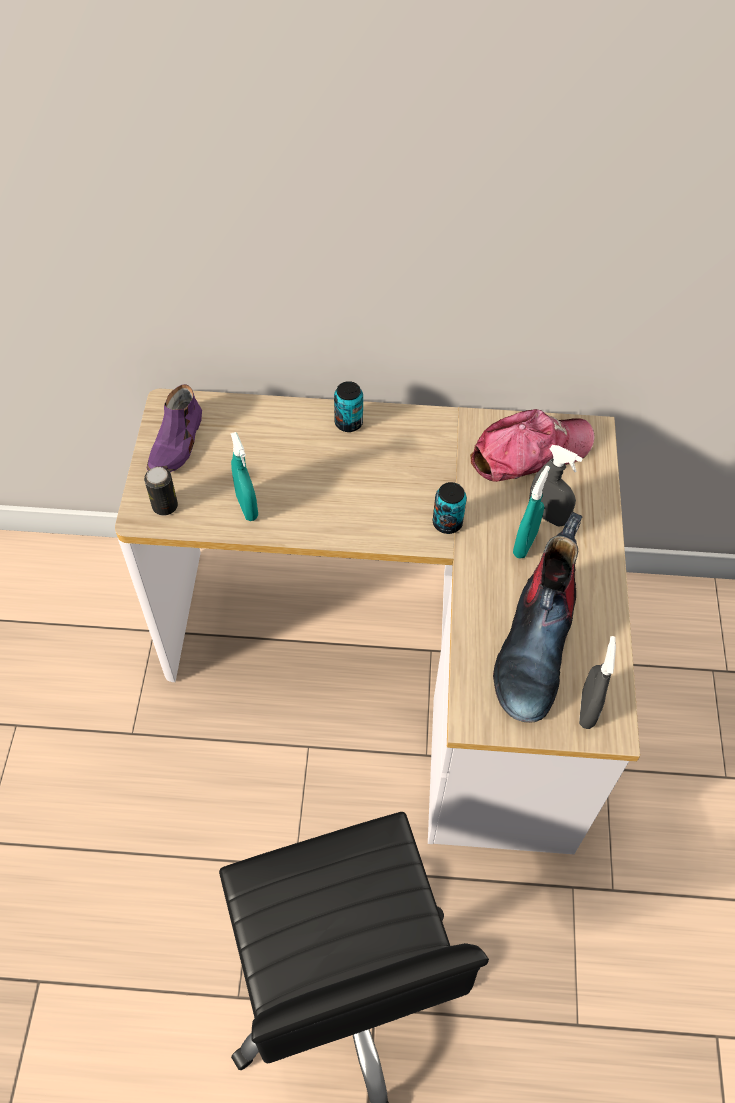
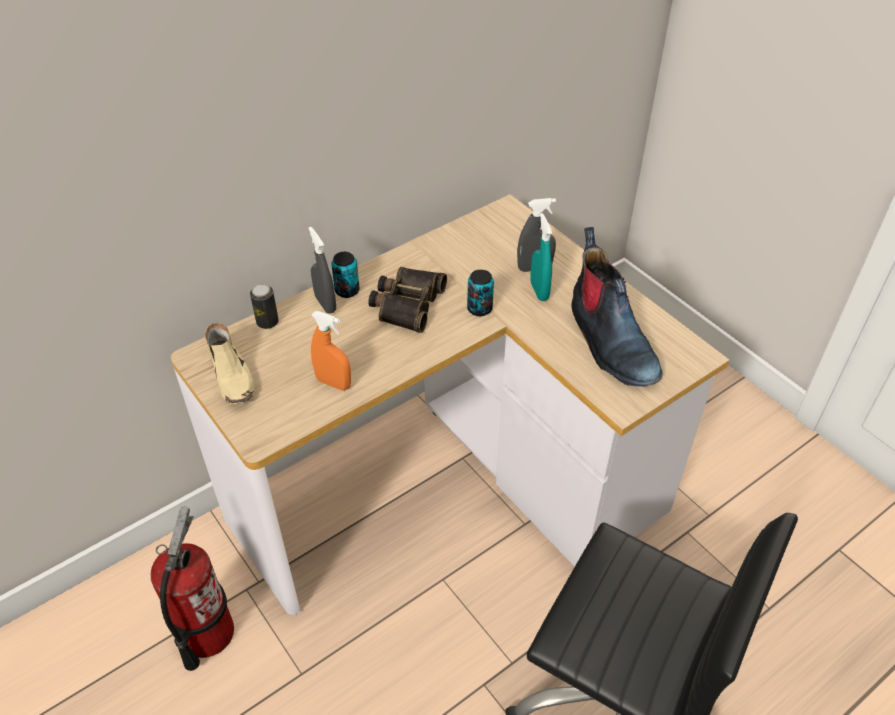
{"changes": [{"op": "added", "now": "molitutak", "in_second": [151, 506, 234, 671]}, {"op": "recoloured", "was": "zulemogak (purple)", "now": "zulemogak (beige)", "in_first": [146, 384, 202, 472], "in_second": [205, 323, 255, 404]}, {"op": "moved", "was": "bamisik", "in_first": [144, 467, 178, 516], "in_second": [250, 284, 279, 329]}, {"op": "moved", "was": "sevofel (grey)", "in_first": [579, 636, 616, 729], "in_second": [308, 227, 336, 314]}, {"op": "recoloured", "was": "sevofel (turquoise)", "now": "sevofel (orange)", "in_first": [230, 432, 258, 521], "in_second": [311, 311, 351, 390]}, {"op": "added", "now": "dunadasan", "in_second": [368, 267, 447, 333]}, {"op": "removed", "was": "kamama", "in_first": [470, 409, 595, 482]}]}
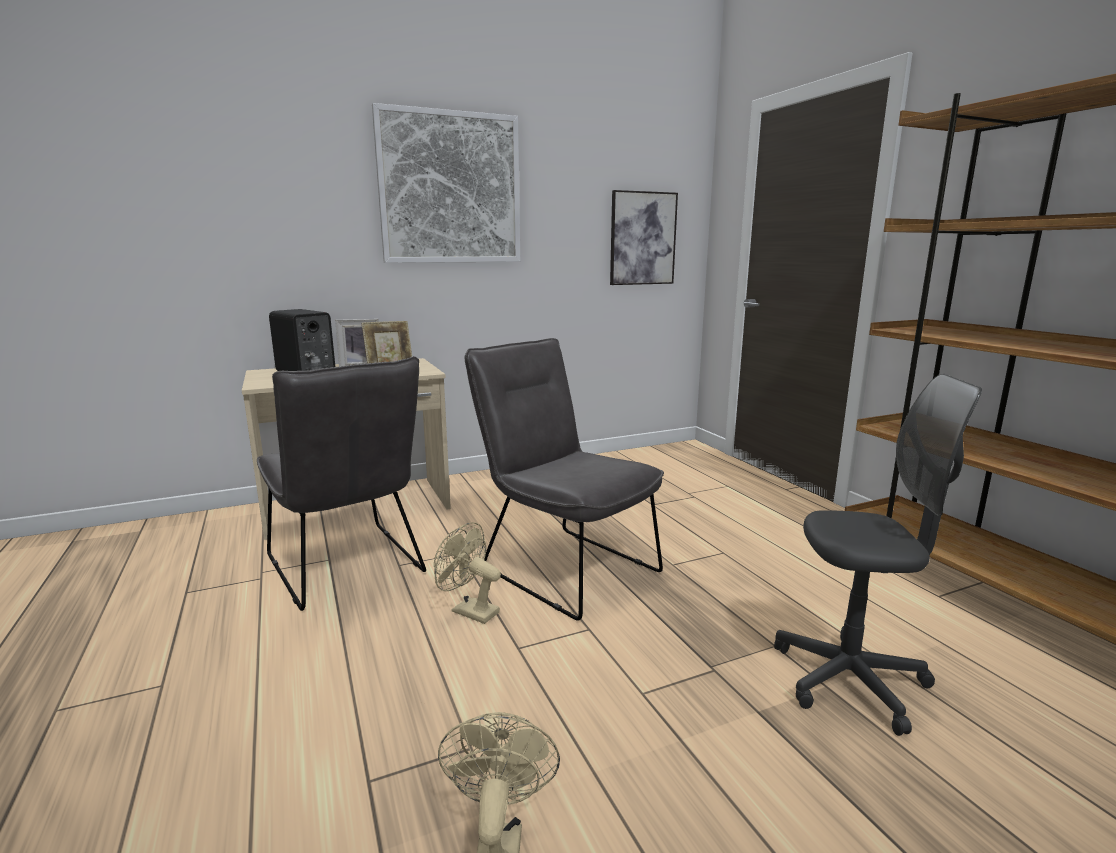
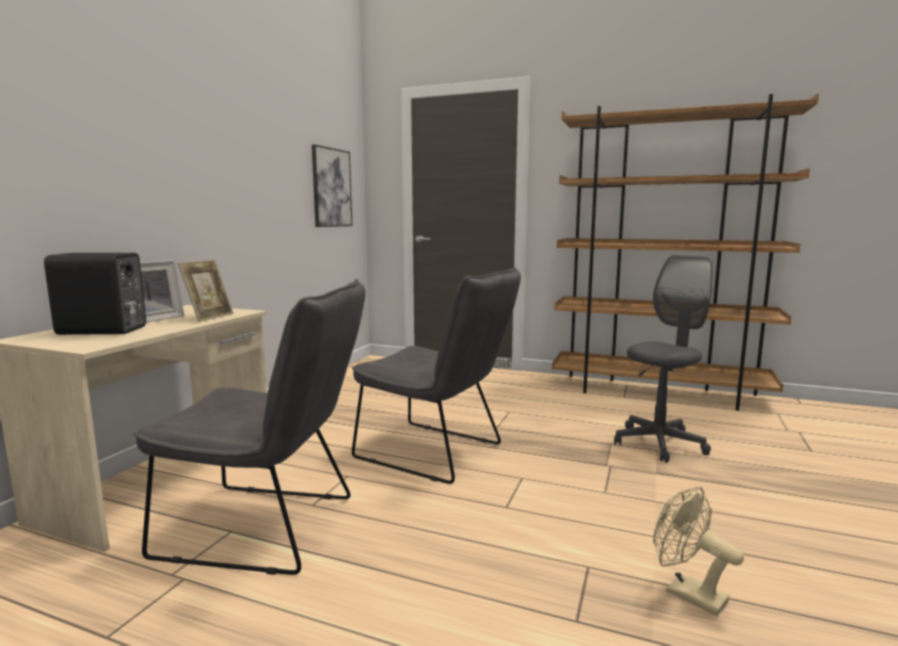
{"changes": [{"op": "turned", "was": "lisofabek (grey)", "in_first": [465, 338, 664, 621], "in_second": [352, 267, 521, 484], "clockwise": -150}, {"op": "removed", "was": "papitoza", "in_first": [372, 103, 520, 263]}, {"op": "removed", "was": "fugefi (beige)", "in_first": [434, 522, 501, 624]}]}
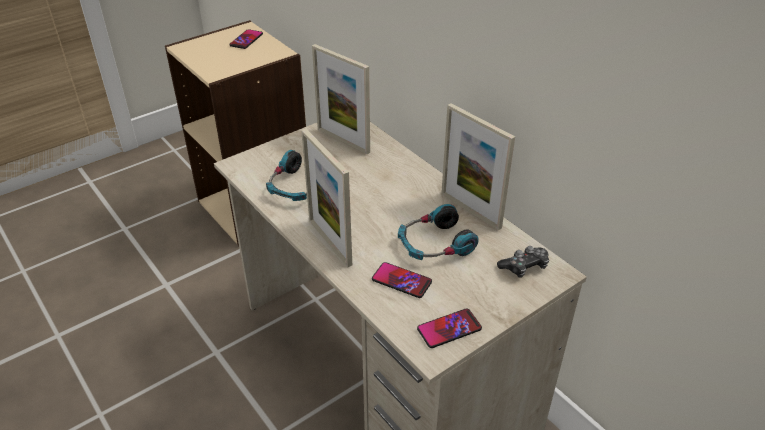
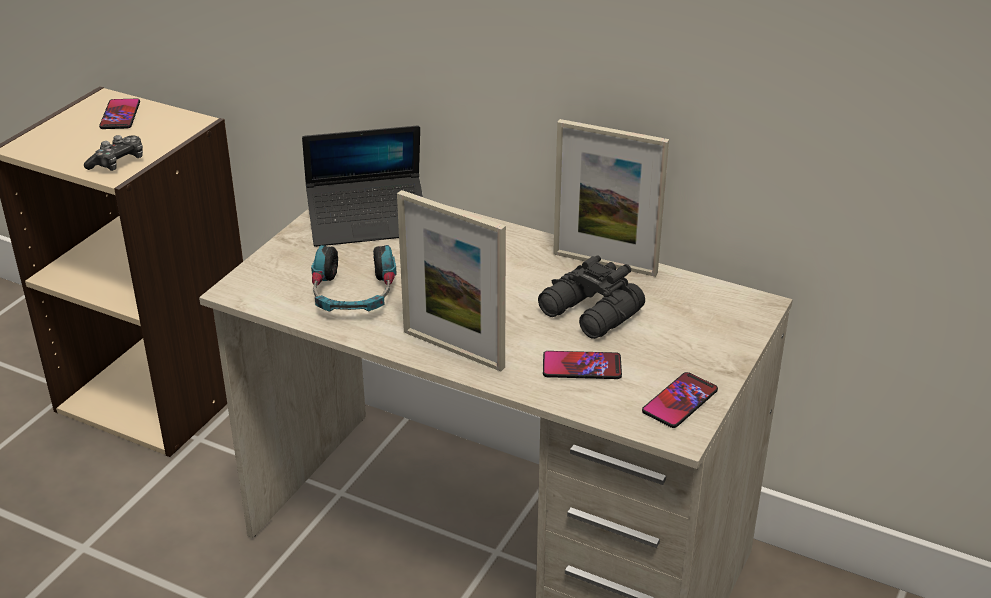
{"changes": [{"op": "moved", "was": "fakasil", "in_first": [497, 246, 549, 278], "in_second": [84, 135, 143, 171]}, {"op": "replaced", "was": "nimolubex", "now": "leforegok", "in_first": [312, 44, 370, 154], "in_second": [302, 125, 423, 247]}, {"op": "replaced", "was": "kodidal", "now": "dunadasan (black)", "in_first": [398, 204, 479, 260], "in_second": [538, 255, 645, 339]}]}
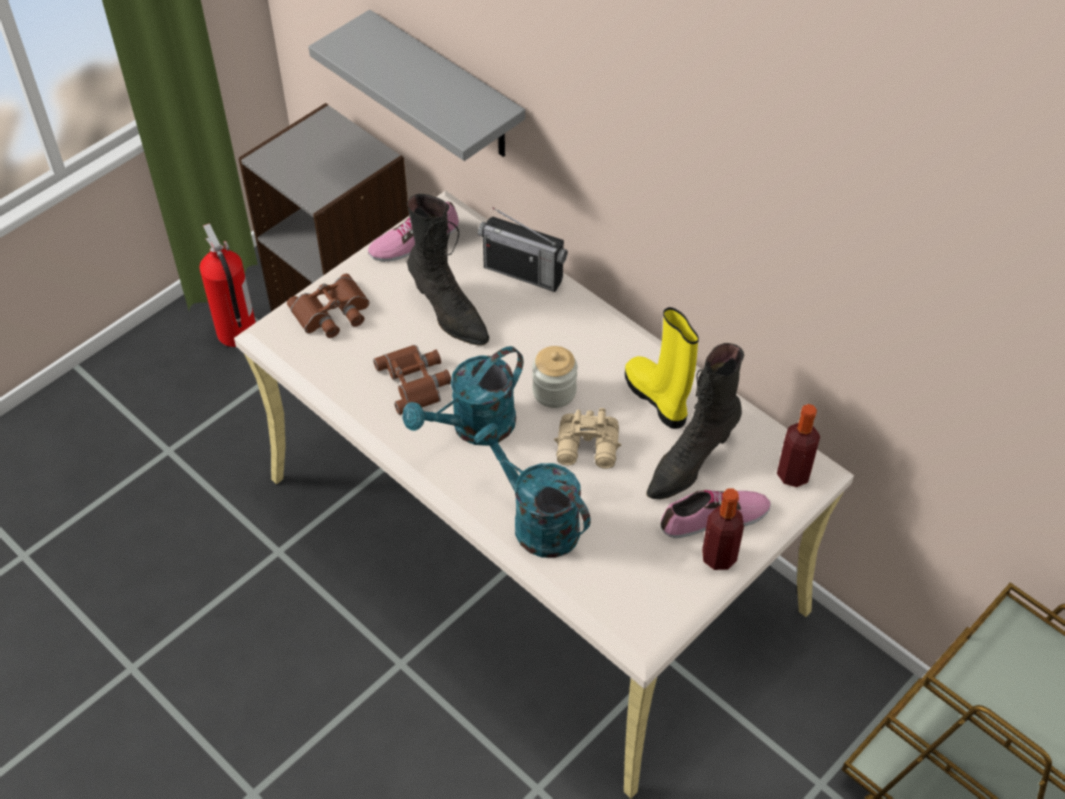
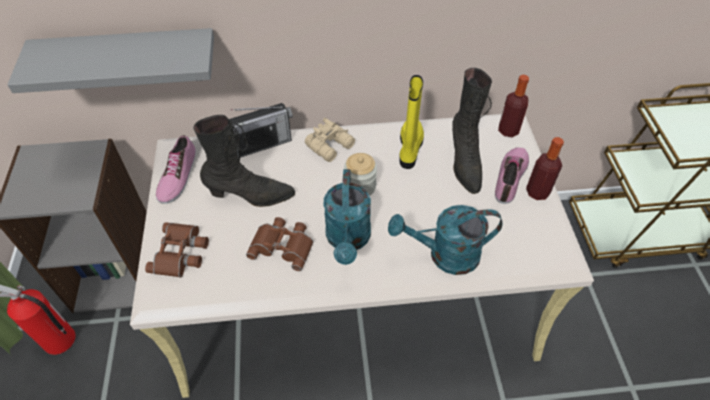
{"changes": [{"op": "moved", "was": "dunadasan (beige)", "in_first": [554, 408, 621, 469], "in_second": [305, 118, 355, 162]}, {"op": "turned", "was": "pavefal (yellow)", "in_first": [625, 307, 699, 429], "in_second": [400, 75, 424, 169], "clockwise": 90}]}
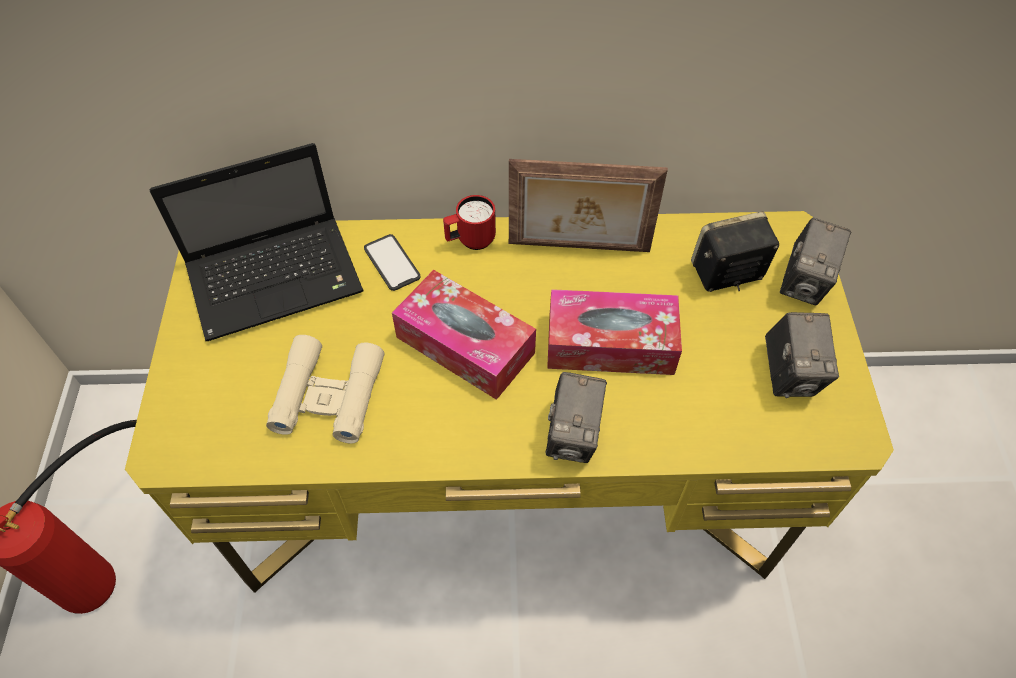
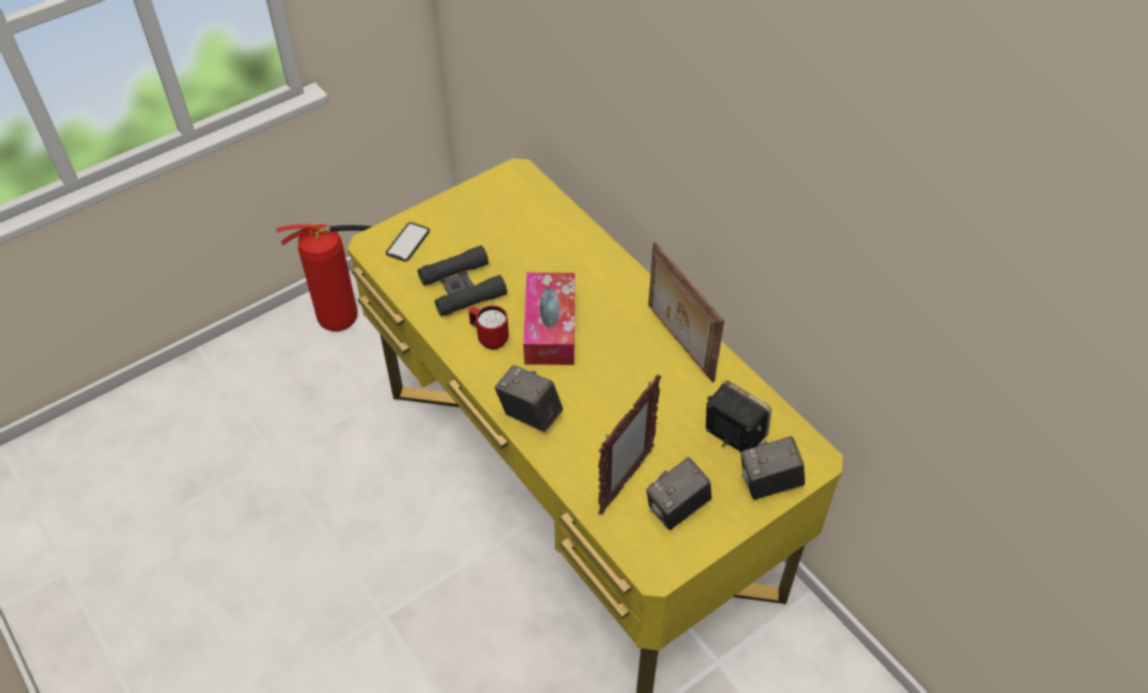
{"changes": [{"op": "moved", "was": "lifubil", "in_first": [364, 234, 420, 291], "in_second": [386, 222, 430, 262]}, {"op": "recoloured", "was": "dunadasan (beige)", "now": "dunadasan (black)", "in_first": [266, 335, 385, 444], "in_second": [418, 245, 507, 317]}, {"op": "moved", "was": "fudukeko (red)", "in_first": [443, 195, 496, 250], "in_second": [469, 305, 509, 349]}, {"op": "turned", "was": "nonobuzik", "in_first": [545, 372, 607, 463], "in_second": [495, 365, 563, 432], "clockwise": 60}, {"op": "added", "now": "nimolubex", "in_second": [598, 375, 661, 515]}, {"op": "removed", "was": "leforegok", "in_first": [150, 143, 364, 341]}, {"op": "removed", "was": "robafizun", "in_first": [547, 289, 682, 375]}]}
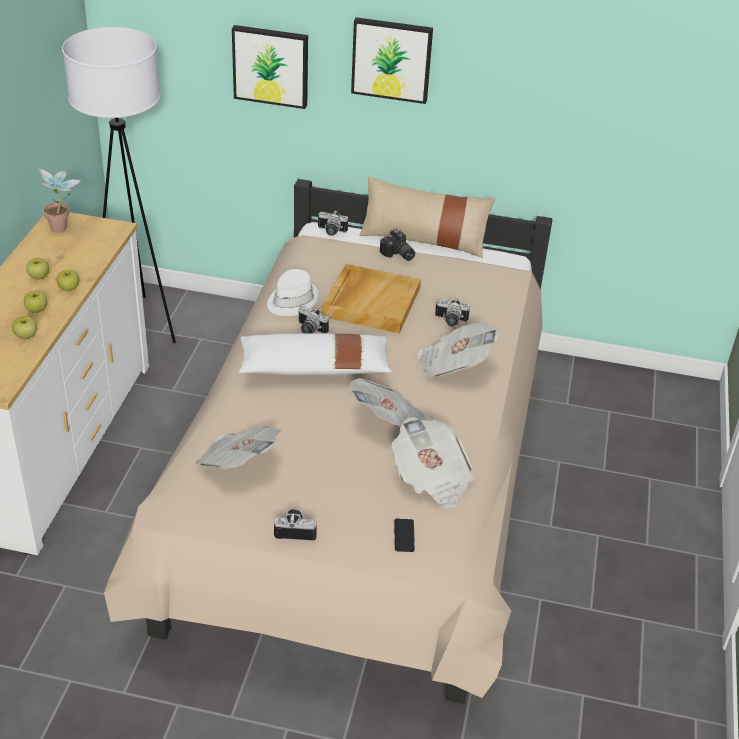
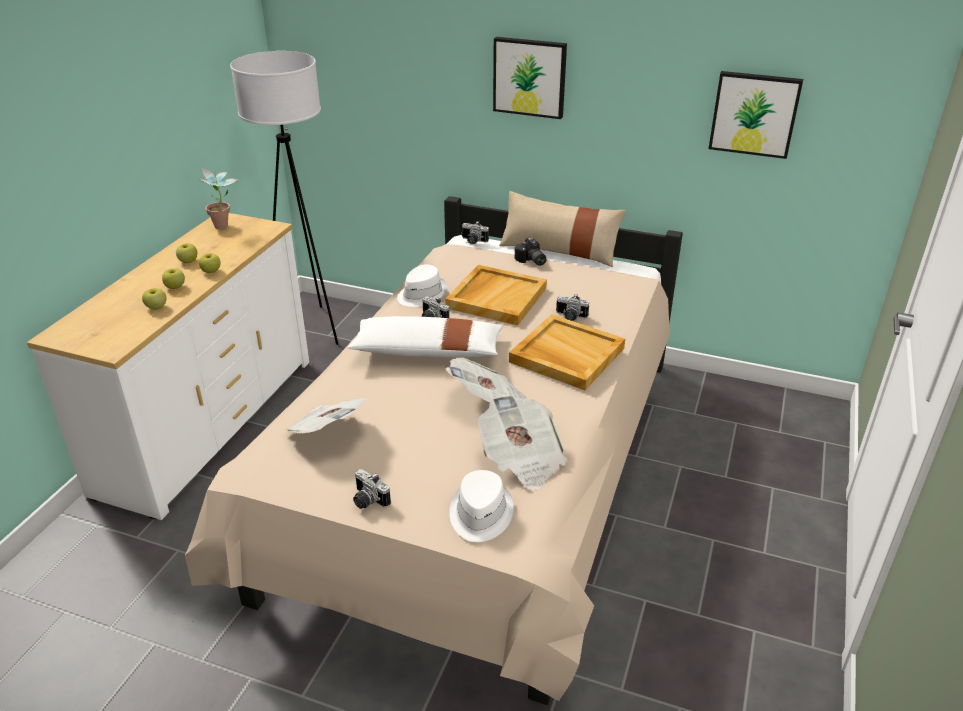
{"changes": [{"op": "turned", "was": "nonobuzik", "in_first": [274, 509, 317, 541], "in_second": [353, 469, 391, 509], "clockwise": -150}, {"op": "replaced", "was": "lifubil", "now": "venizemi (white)", "in_first": [395, 519, 415, 552], "in_second": [449, 470, 514, 542]}, {"op": "replaced", "was": "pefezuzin", "now": "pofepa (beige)", "in_first": [417, 322, 499, 378], "in_second": [509, 314, 625, 390]}, {"op": "moved", "was": "papitoza", "in_first": [232, 25, 308, 109], "in_second": [709, 71, 803, 159]}]}
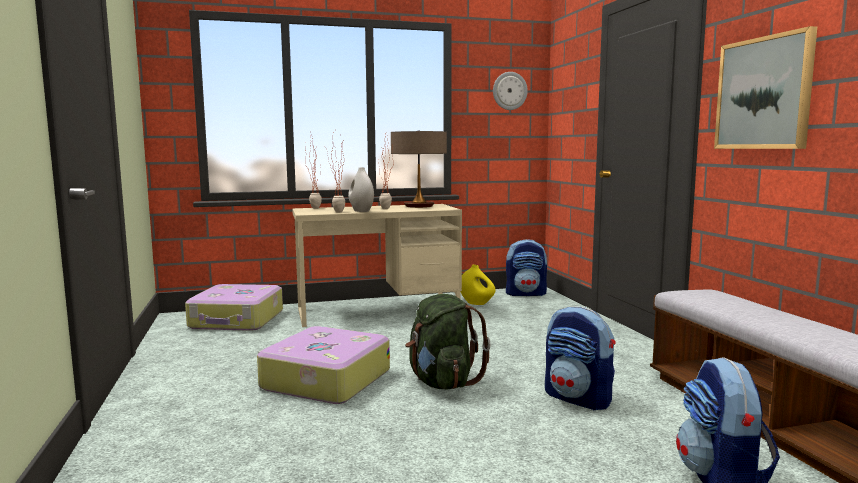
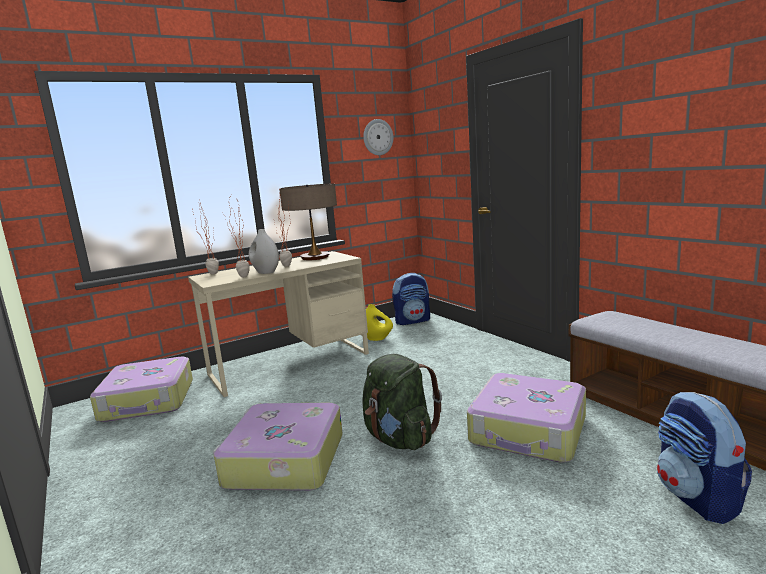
{"changes": [{"op": "replaced", "was": "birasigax", "now": "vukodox", "in_first": [545, 306, 616, 410], "in_second": [467, 373, 586, 463]}, {"op": "removed", "was": "papitoza", "in_first": [714, 26, 817, 149]}]}
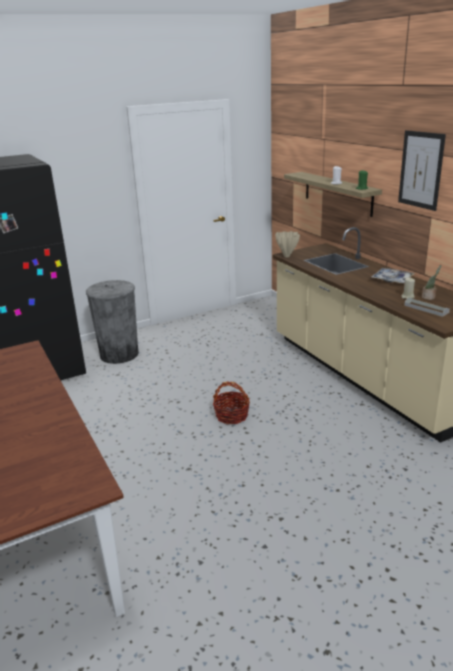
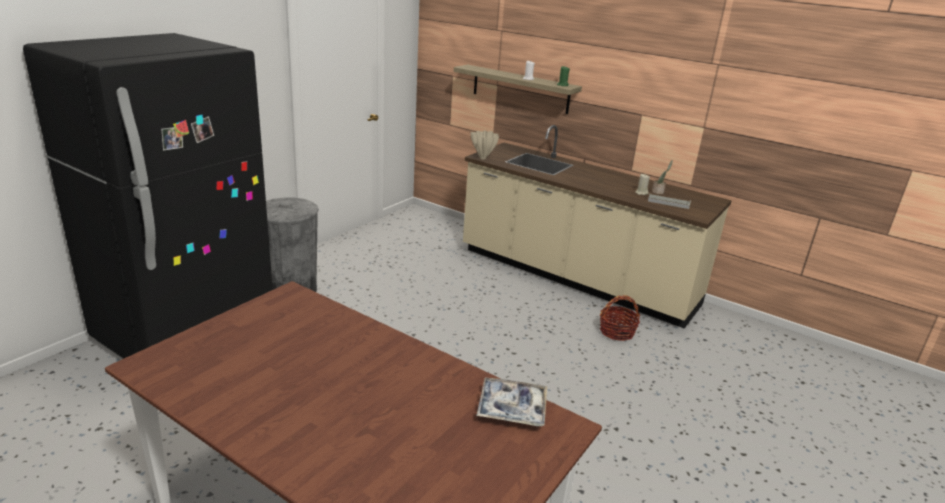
{"changes": [{"op": "moved", "was": "pofepa", "in_first": [371, 268, 415, 283], "in_second": [476, 378, 547, 426]}, {"op": "moved", "was": "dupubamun", "in_first": [213, 382, 250, 424], "in_second": [600, 295, 640, 341]}, {"op": "removed", "was": "papitoza", "in_first": [398, 130, 446, 211]}]}
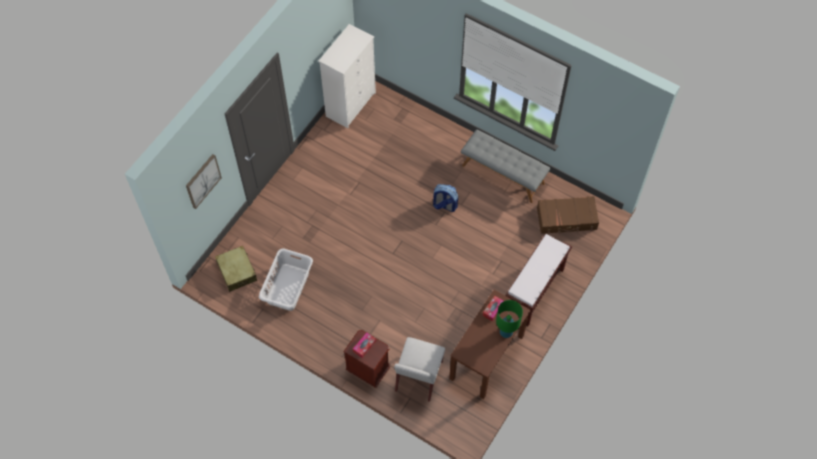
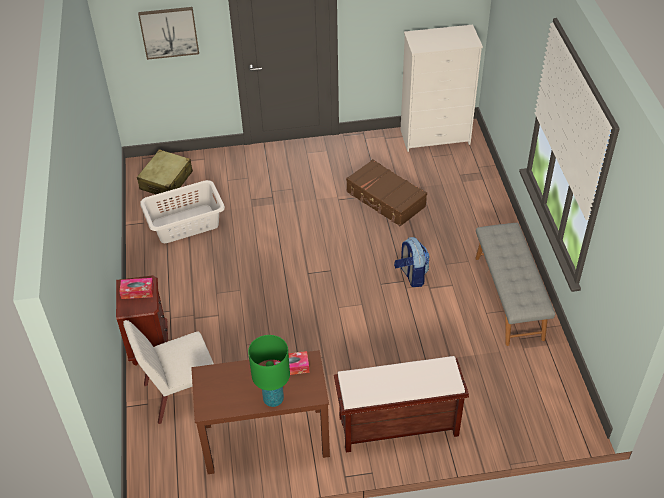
{"changes": [{"op": "moved", "was": "vukodox (brown)", "in_first": [537, 196, 599, 235], "in_second": [346, 159, 427, 226]}]}
